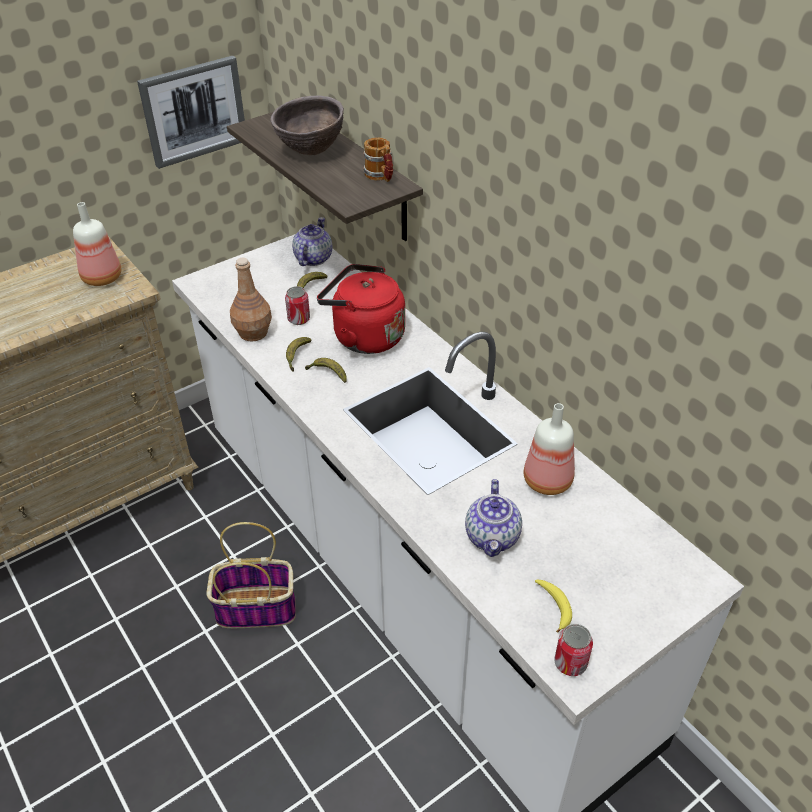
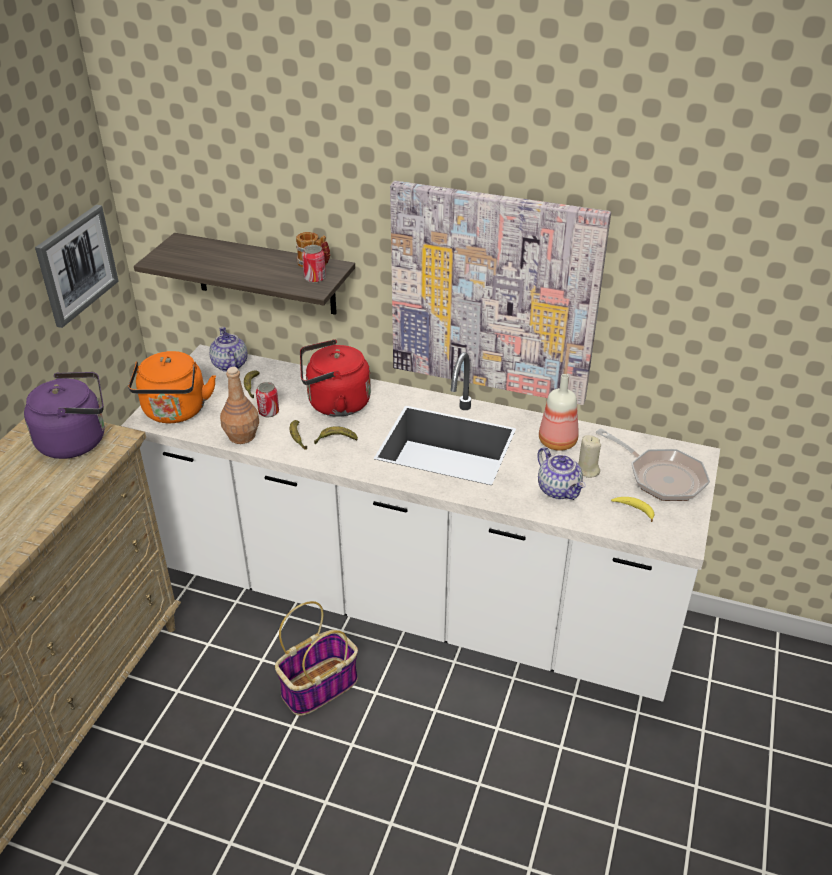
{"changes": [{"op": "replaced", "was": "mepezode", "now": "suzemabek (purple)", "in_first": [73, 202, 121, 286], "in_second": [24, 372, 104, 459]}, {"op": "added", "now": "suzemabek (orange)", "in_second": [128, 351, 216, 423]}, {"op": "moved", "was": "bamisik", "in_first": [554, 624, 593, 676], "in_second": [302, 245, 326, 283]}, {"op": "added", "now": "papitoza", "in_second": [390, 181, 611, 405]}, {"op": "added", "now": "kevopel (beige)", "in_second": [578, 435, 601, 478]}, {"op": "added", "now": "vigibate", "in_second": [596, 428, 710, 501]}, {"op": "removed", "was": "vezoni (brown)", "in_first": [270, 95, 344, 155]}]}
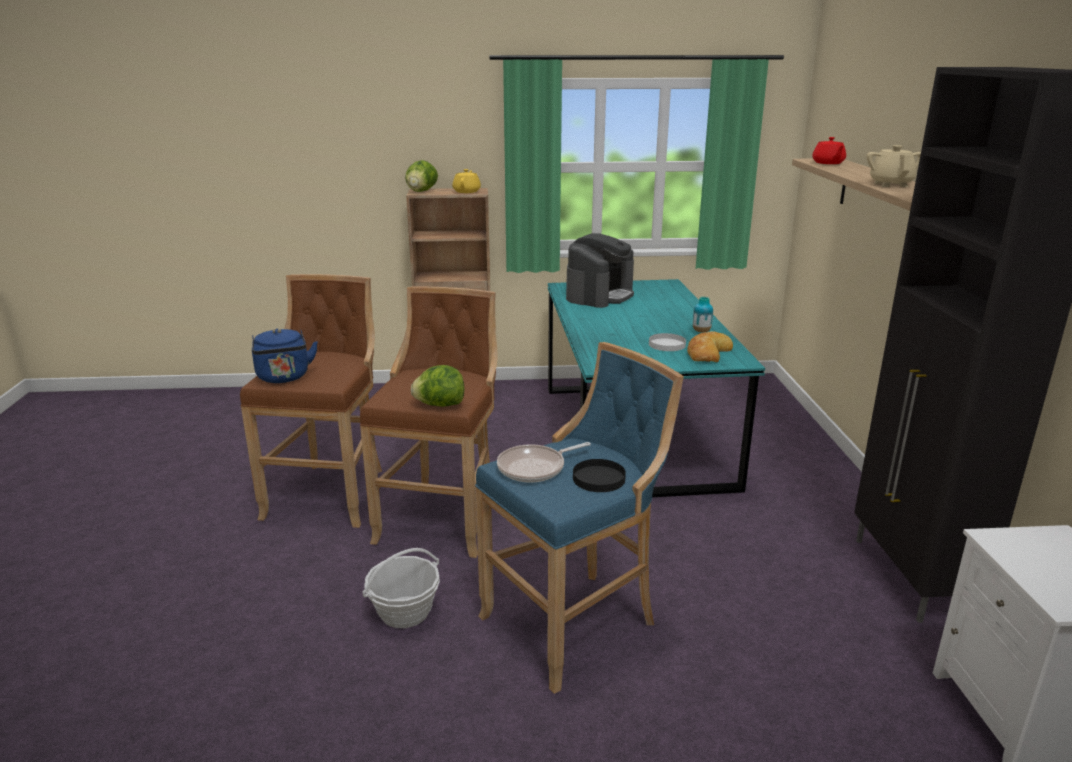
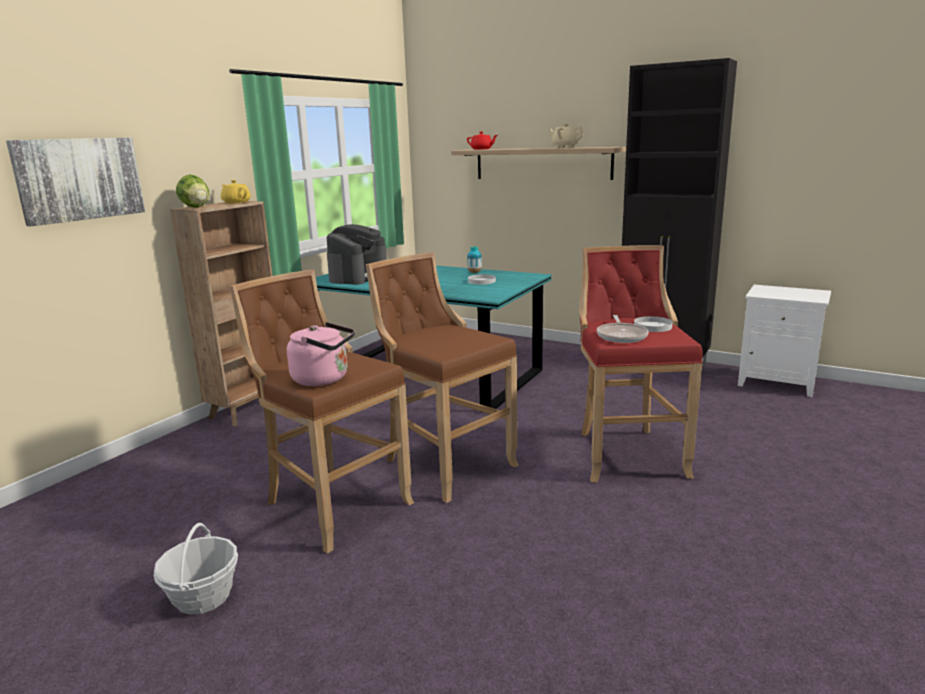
{"changes": [{"op": "added", "now": "papitoza", "in_second": [6, 138, 145, 226]}, {"op": "moved", "was": "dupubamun", "in_first": [362, 548, 440, 628], "in_second": [154, 523, 238, 615]}, {"op": "recoloured", "was": "suzemabek (blue)", "now": "suzemabek (pink)", "in_first": [252, 328, 318, 383], "in_second": [287, 322, 355, 386]}, {"op": "turned", "was": "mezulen", "in_first": [566, 233, 634, 308], "in_second": [327, 224, 387, 285], "clockwise": 45}, {"op": "recoloured", "was": "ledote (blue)", "now": "ledote (red)", "in_first": [475, 342, 684, 694], "in_second": [579, 245, 703, 482]}, {"op": "recoloured", "was": "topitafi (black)", "now": "topitafi (white)", "in_first": [573, 459, 626, 492], "in_second": [634, 316, 672, 332]}, {"op": "removed", "was": "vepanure", "in_first": [411, 365, 464, 407]}, {"op": "removed", "was": "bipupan", "in_first": [687, 331, 733, 362]}]}
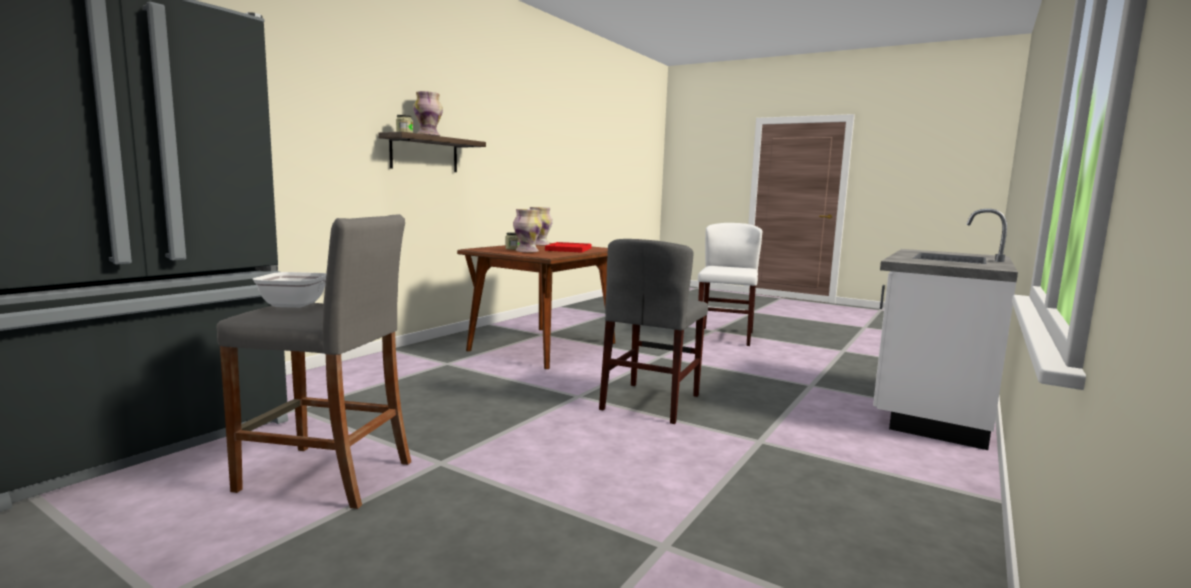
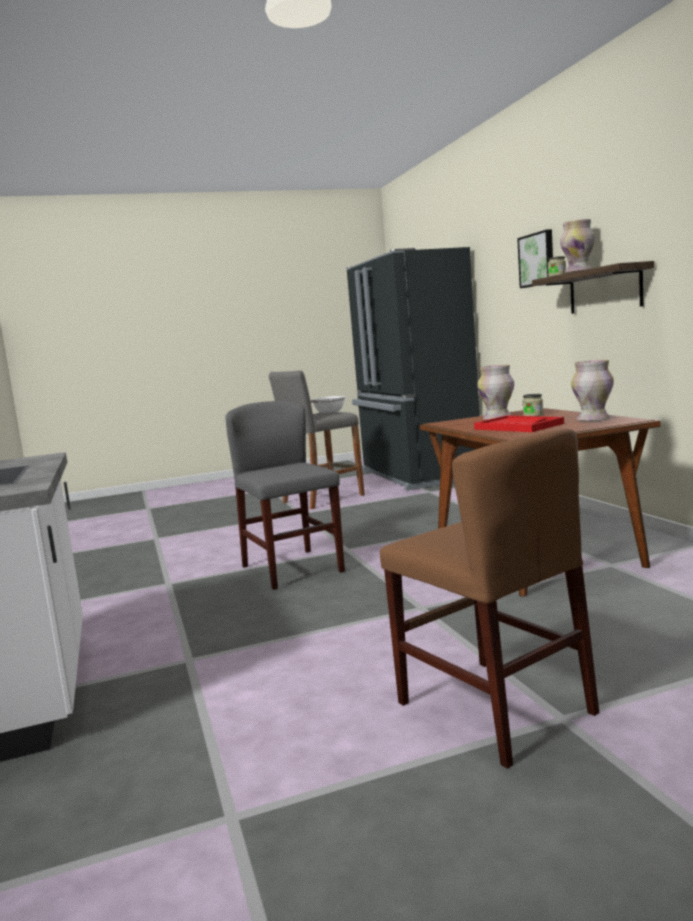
{"changes": [{"op": "recoloured", "was": "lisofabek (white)", "now": "lisofabek (brown)", "in_first": [698, 223, 762, 346], "in_second": [380, 429, 599, 769]}, {"op": "added", "now": "papitoza", "in_second": [517, 229, 553, 288]}]}
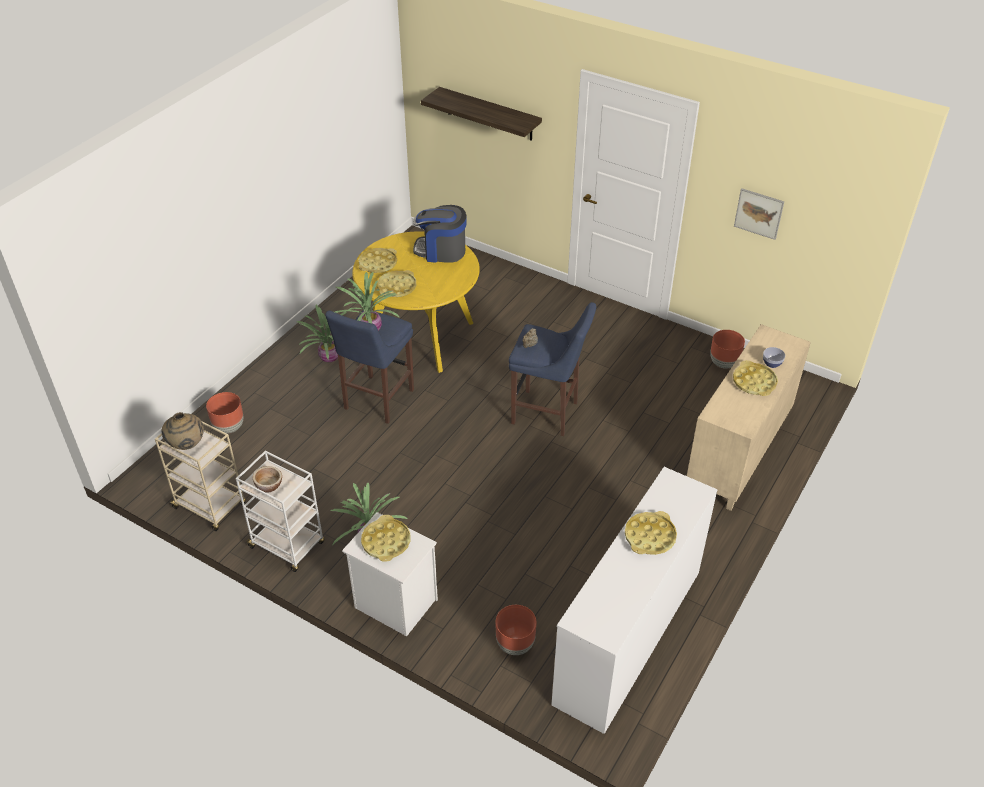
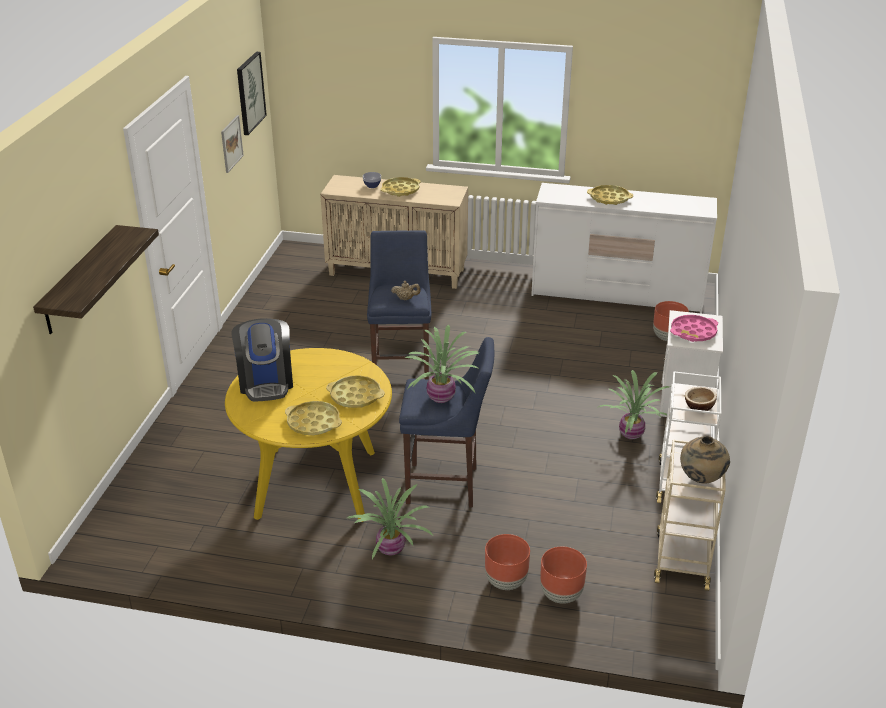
{"changes": [{"op": "added", "now": "papitoza", "in_second": [237, 52, 267, 135]}, {"op": "moved", "was": "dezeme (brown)", "in_first": [710, 330, 745, 369], "in_second": [485, 534, 530, 590]}, {"op": "recoloured", "was": "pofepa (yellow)", "now": "pofepa (pink)", "in_first": [361, 515, 411, 562], "in_second": [670, 315, 718, 342]}]}
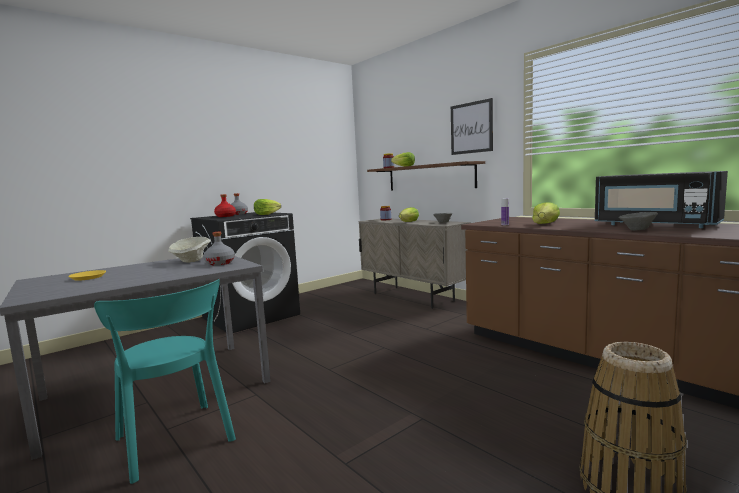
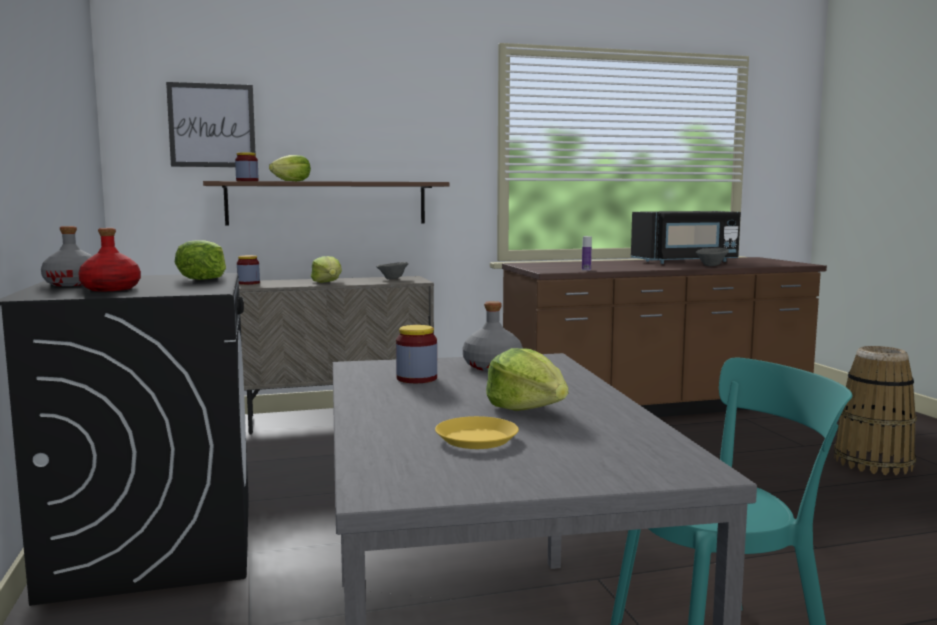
{"changes": [{"op": "moved", "was": "papitoza", "in_first": [451, 98, 493, 155], "in_second": [166, 82, 255, 167]}, {"op": "replaced", "was": "vezoni (beige)", "now": "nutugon", "in_first": [168, 237, 210, 263], "in_second": [396, 325, 437, 383]}, {"op": "moved", "was": "vepanure", "in_first": [532, 202, 560, 224], "in_second": [486, 348, 568, 411]}]}
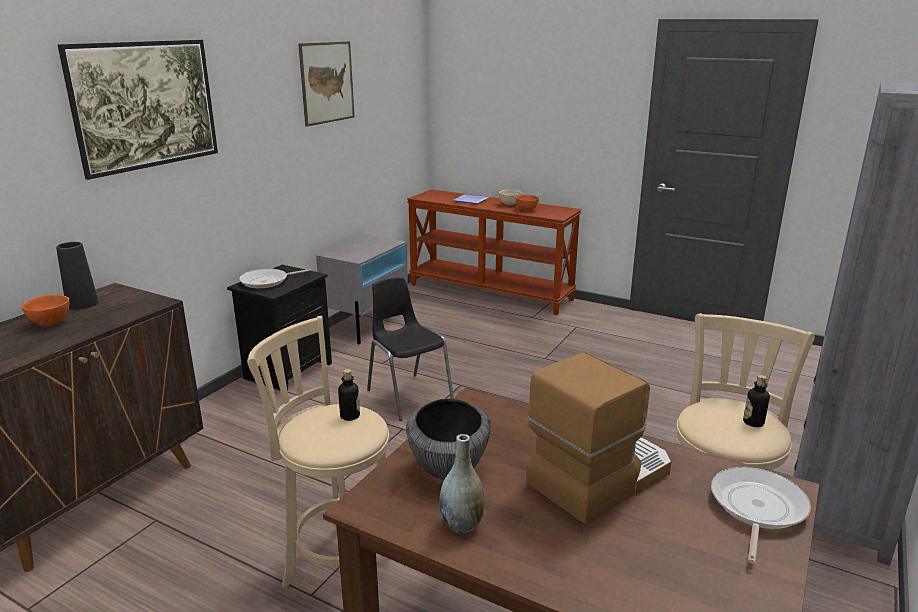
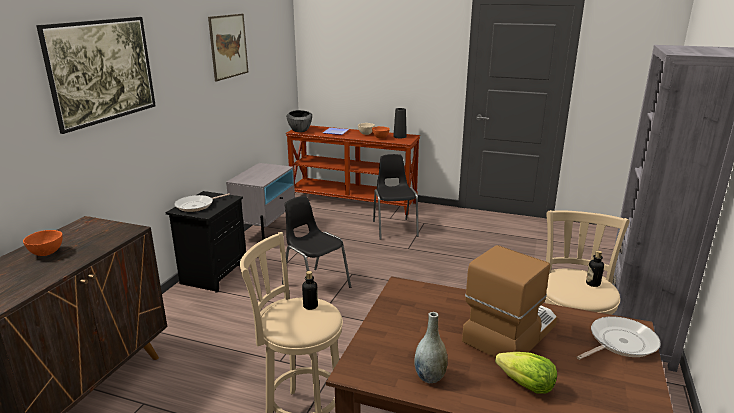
{"changes": [{"op": "moved", "was": "vezoni", "in_first": [406, 399, 491, 480], "in_second": [286, 110, 312, 132]}, {"op": "added", "now": "lisofabek (black)", "in_second": [373, 154, 419, 240]}, {"op": "moved", "was": "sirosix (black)", "in_first": [56, 242, 99, 310], "in_second": [393, 108, 407, 138]}, {"op": "added", "now": "vepanure", "in_second": [495, 352, 557, 394]}, {"op": "turned", "was": "vigibate", "in_first": [711, 467, 811, 563], "in_second": [577, 316, 661, 360], "clockwise": 45}]}
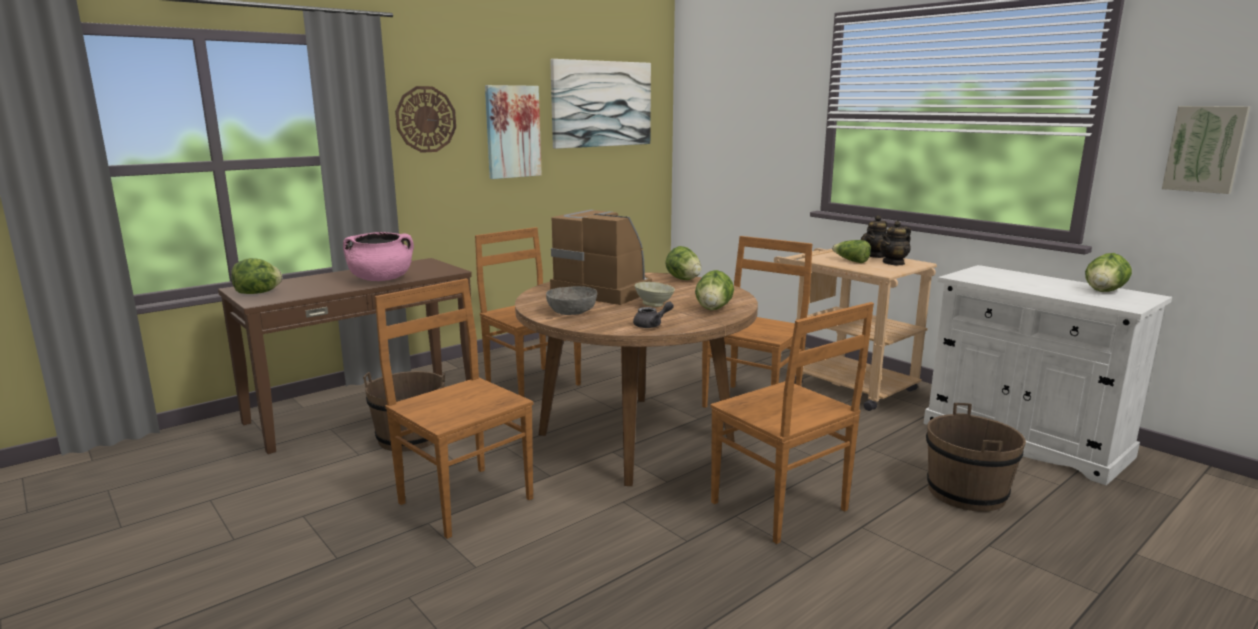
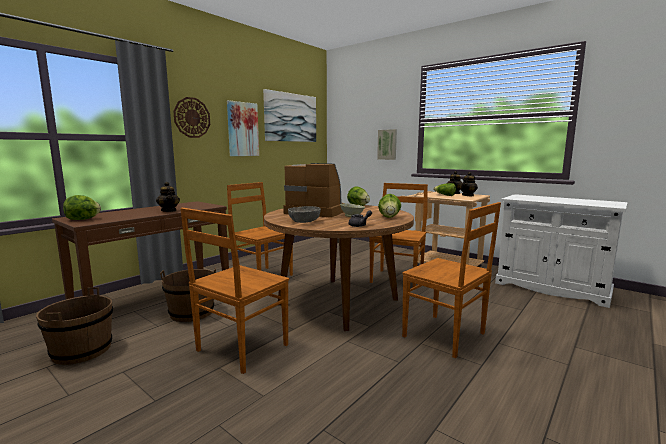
{"changes": [{"op": "moved", "was": "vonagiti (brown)", "in_first": [926, 403, 1026, 512], "in_second": [36, 287, 113, 365]}, {"op": "replaced", "was": "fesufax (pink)", "now": "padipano", "in_first": [343, 232, 414, 281], "in_second": [156, 182, 180, 212]}, {"op": "turned", "was": "lisofabek (brown)", "in_first": [375, 279, 533, 539], "in_second": [180, 208, 289, 374], "clockwise": -90}, {"op": "moved", "was": "papitoza", "in_first": [1162, 106, 1250, 194], "in_second": [377, 129, 397, 160]}, {"op": "removed", "was": "vepanure", "in_first": [1085, 253, 1132, 292]}]}
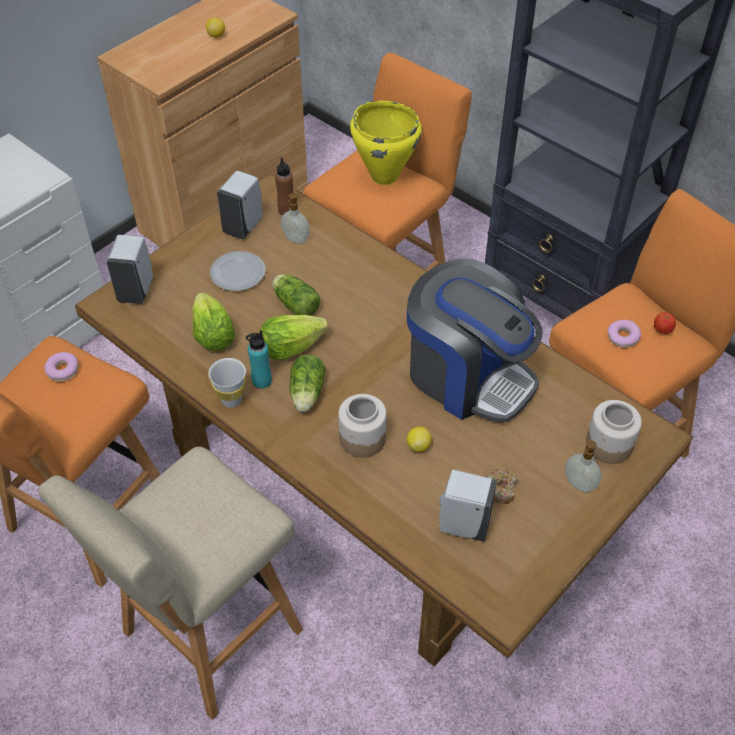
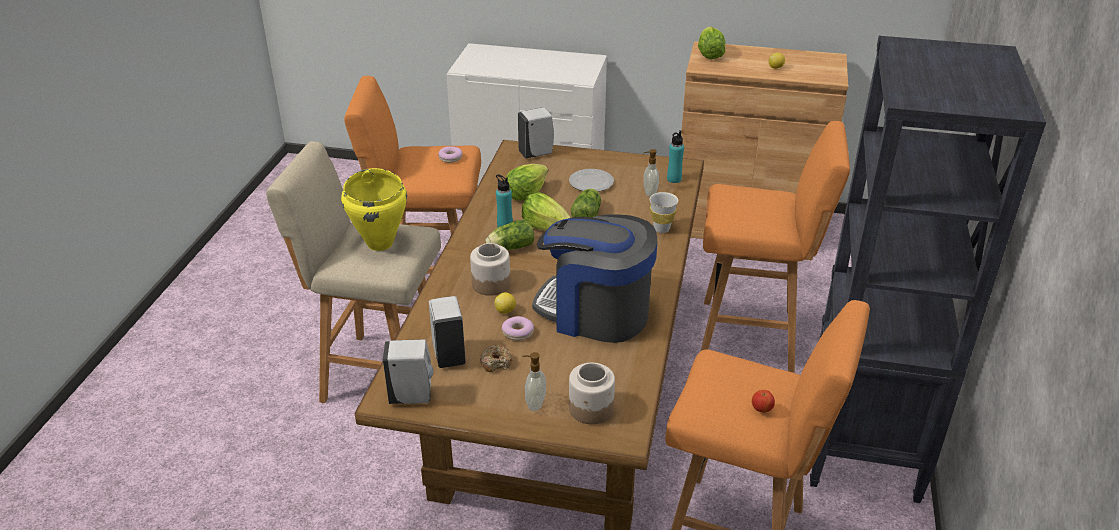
{"changes": [{"op": "moved", "was": "fesufax (yellow)", "in_first": [350, 101, 422, 185], "in_second": [341, 168, 407, 251]}, {"op": "moved", "was": "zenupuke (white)", "in_first": [217, 171, 263, 239], "in_second": [383, 339, 434, 404]}, {"op": "moved", "was": "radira", "in_first": [608, 320, 641, 348], "in_second": [502, 316, 534, 341]}, {"op": "turned", "was": "mezulen", "in_first": [407, 259, 543, 423], "in_second": [532, 214, 657, 343], "clockwise": 105}, {"op": "moved", "was": "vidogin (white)", "in_first": [208, 358, 246, 408], "in_second": [650, 192, 678, 233]}, {"op": "recoloured", "was": "mepezode (brown)", "now": "mepezode (turquoise)", "in_first": [275, 157, 293, 215], "in_second": [667, 130, 684, 183]}, {"op": "added", "now": "vepanure", "in_second": [698, 27, 725, 59]}]}
